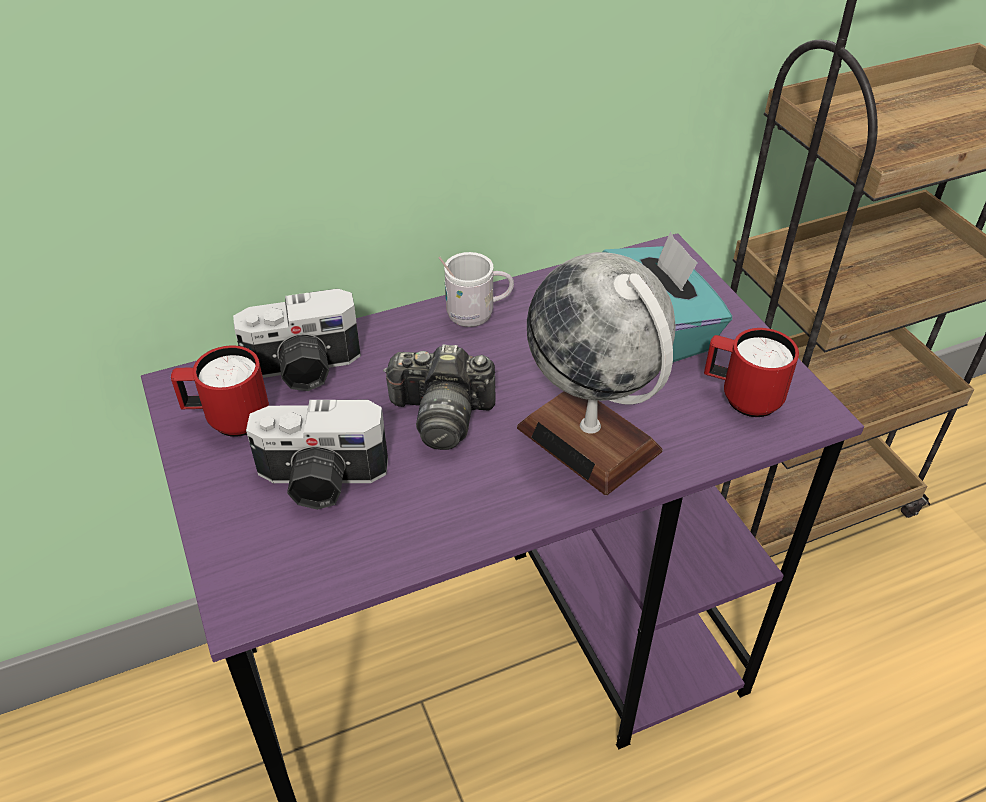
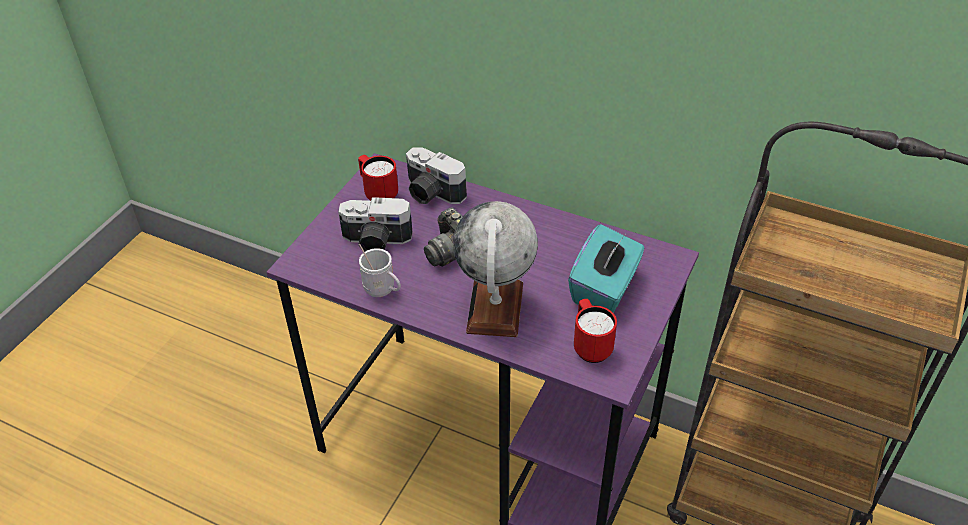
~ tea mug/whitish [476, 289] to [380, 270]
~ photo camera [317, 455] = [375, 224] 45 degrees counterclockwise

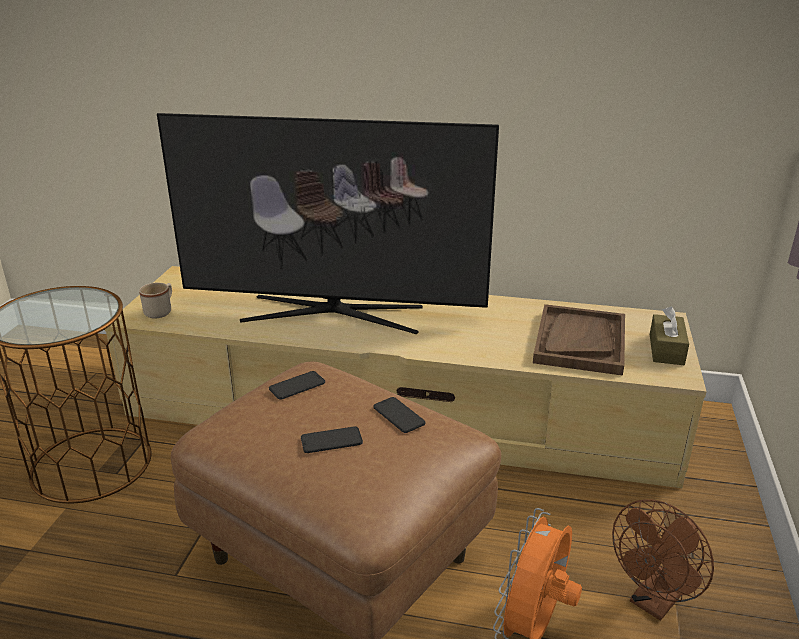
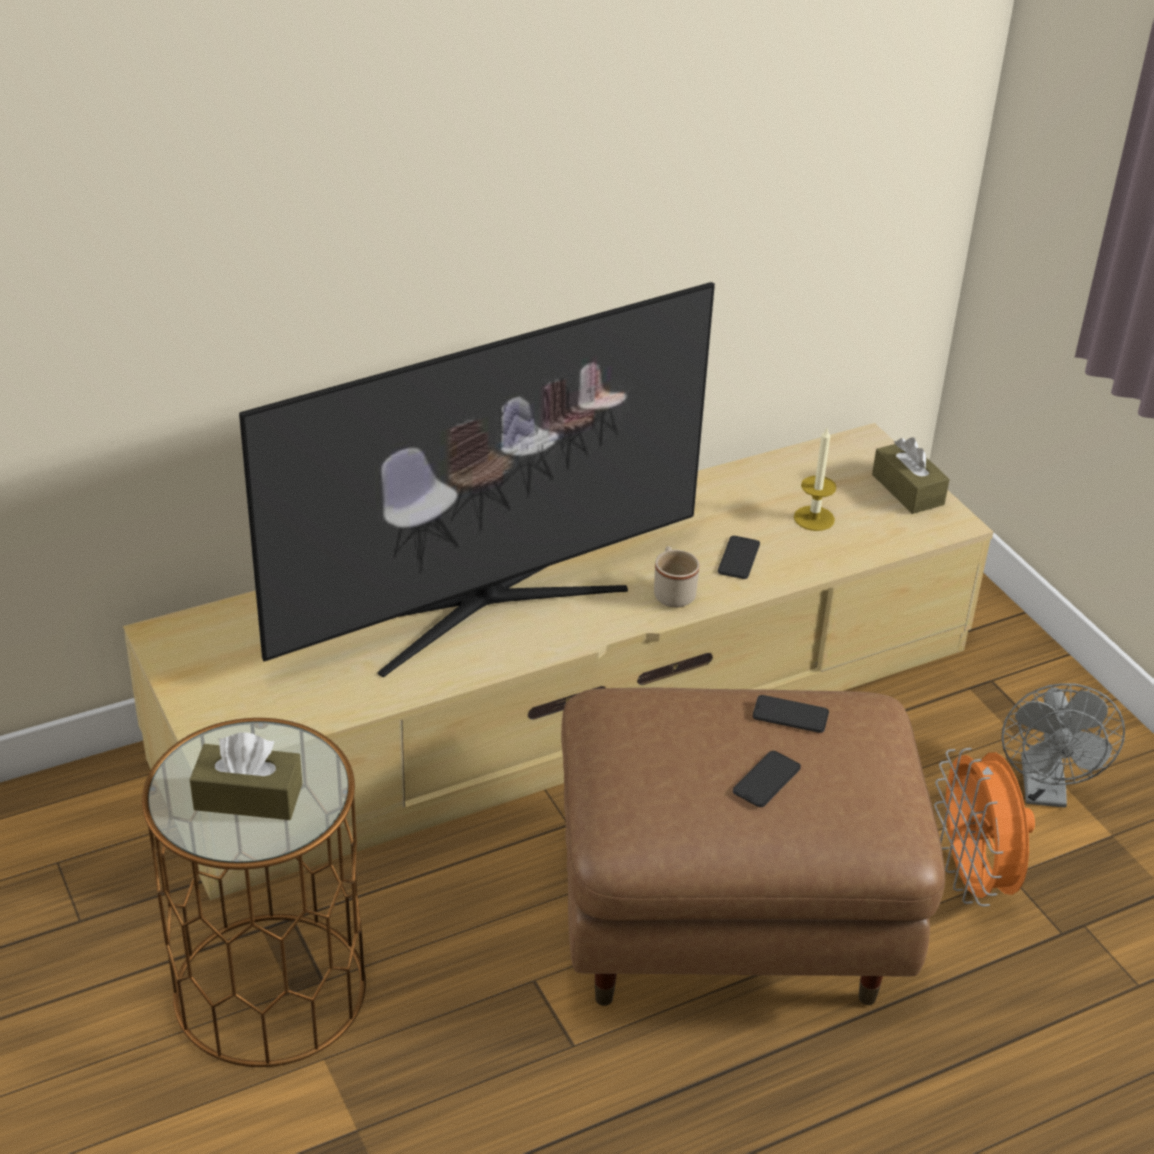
~ tea mug/sand-coloured [155, 300] to [676, 577]
~ carrying tray/brown [579, 340] to wax light [815, 479]
~ phone [297, 385] to [739, 557]
~ cooling fan/brown [663, 560] to cooling fan/gray [1063, 745]
+ tissue box/brown [246, 776]

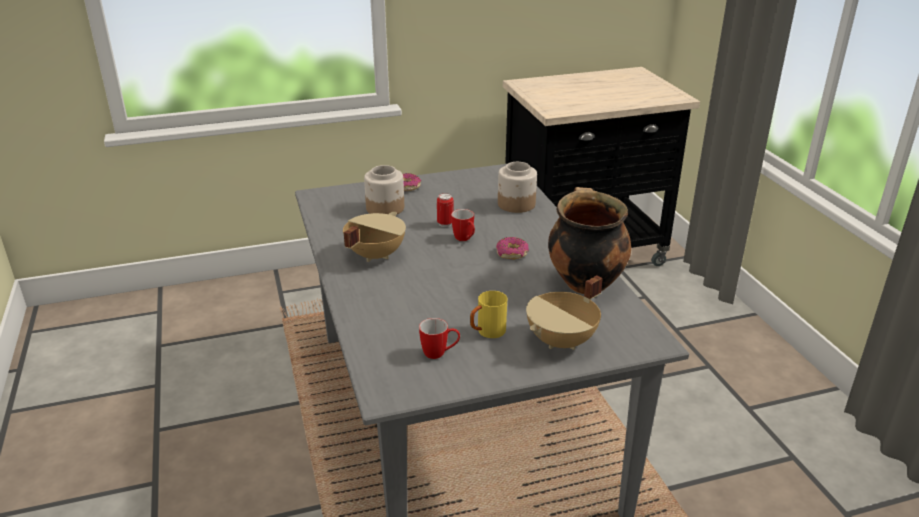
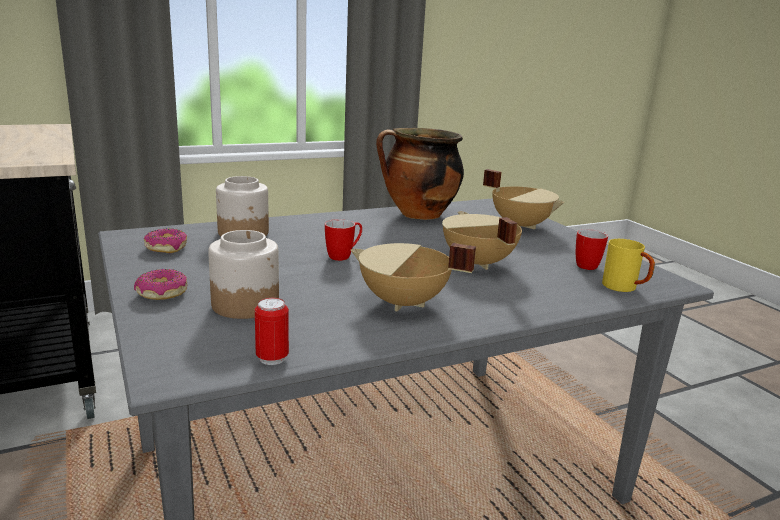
~ sealed can [445, 210] to [272, 331]
~ ring doughnut [512, 248] to [165, 240]
~ tea mug/yellowish [488, 314] to [628, 265]
+ stockpot/sand-coloured [482, 240]

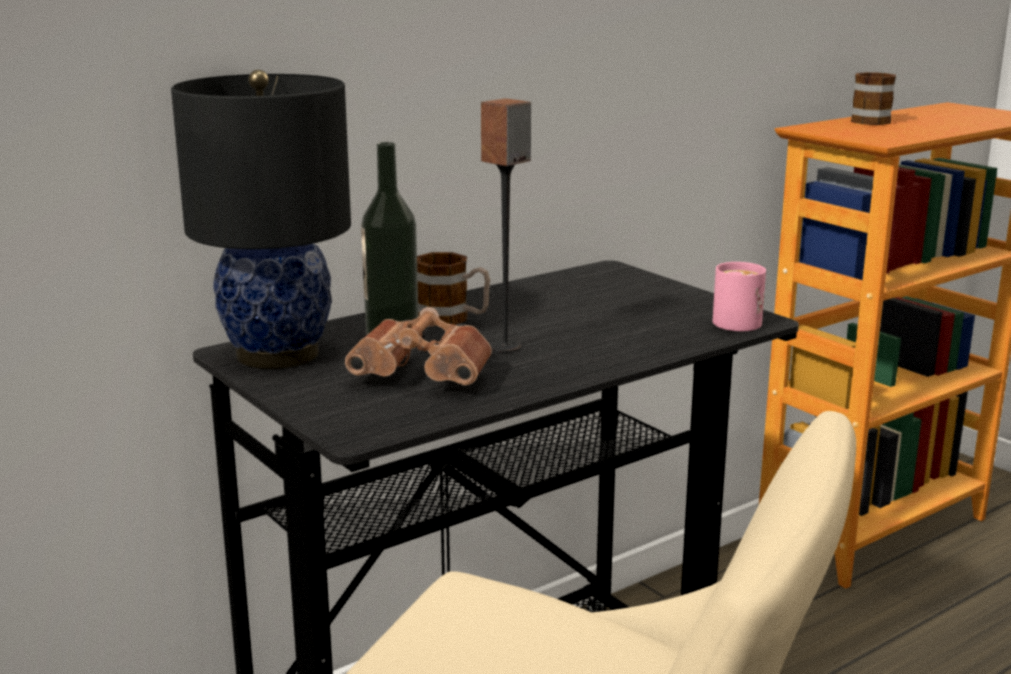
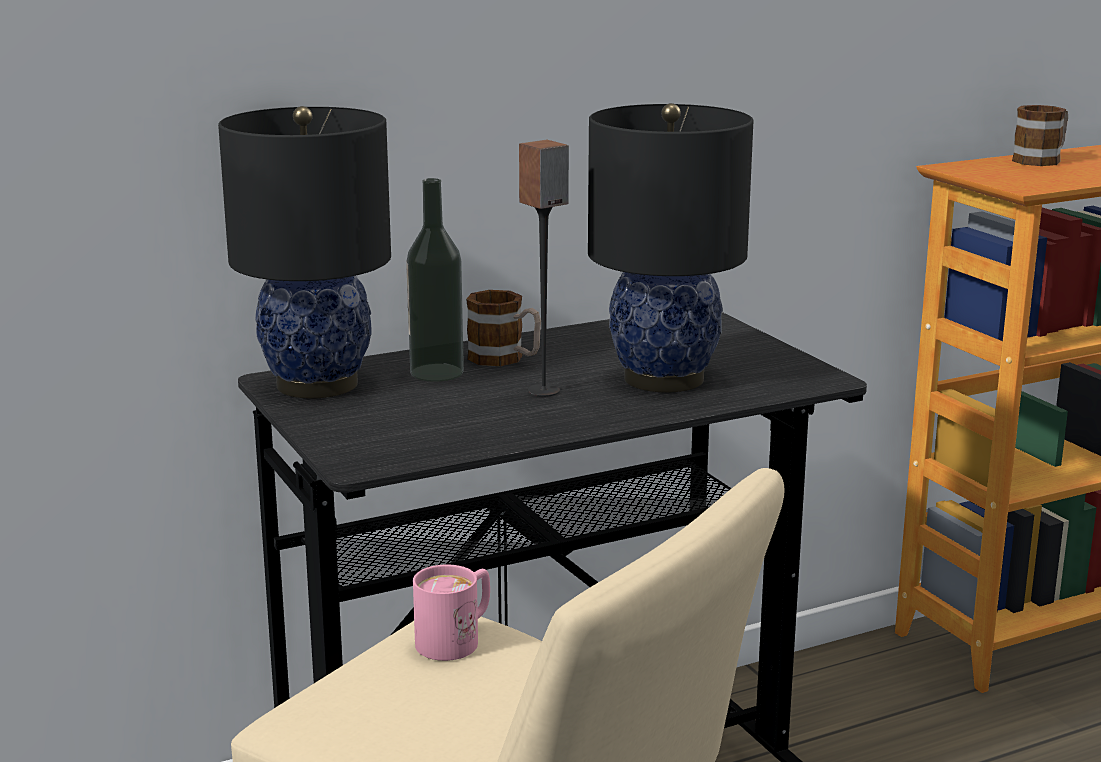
~ tea mug/pinkish [739, 296] to [451, 613]
- pair of binoculars/brown [418, 346]
+ lamp for a table/black-coloured [670, 248]

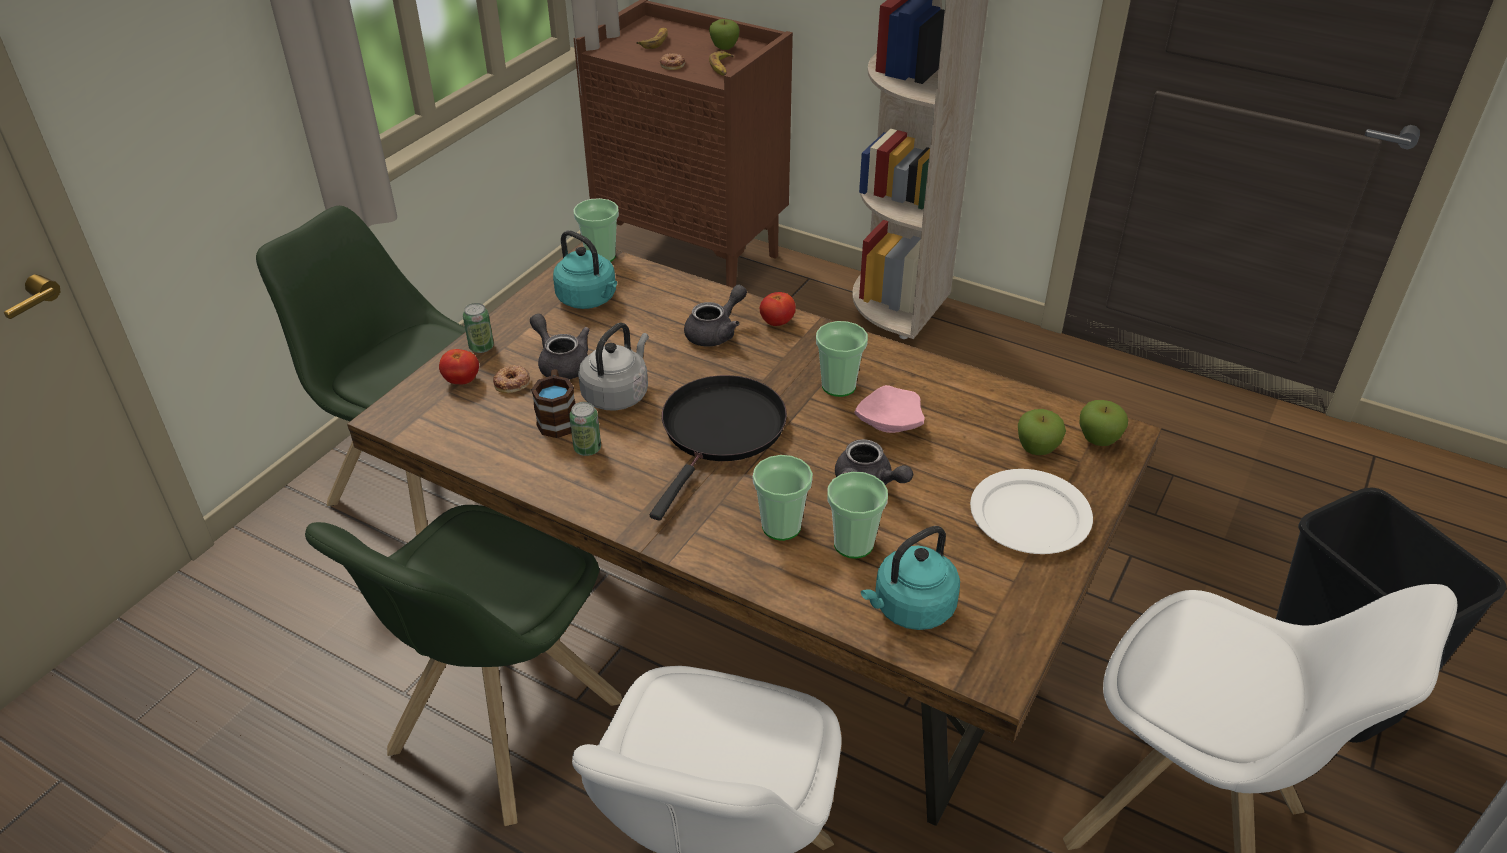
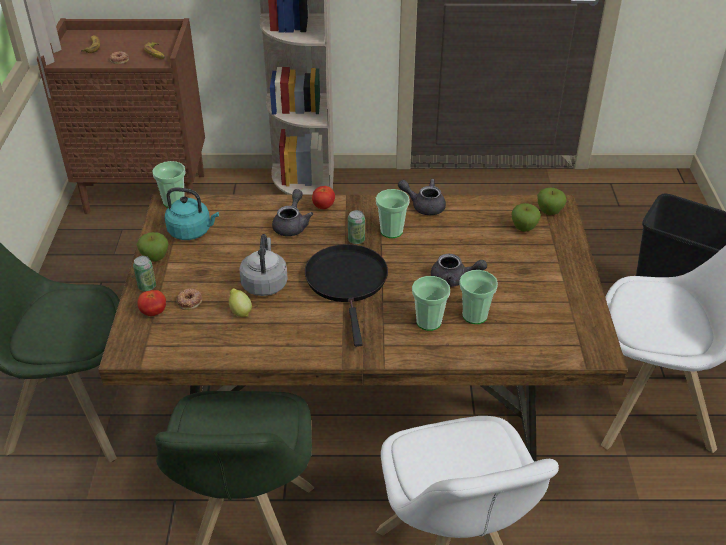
~ whole apple [724, 34] to [152, 247]
~ pot for tea/gray [560, 346] to [422, 197]
~ tea mug/brown [553, 403] to citrus fruit [240, 302]
- plate/pinkish [889, 409]
~ sealed can [585, 429] to [356, 227]
- plate/whitish [1031, 511]
- water kettle/blue-green [910, 578]

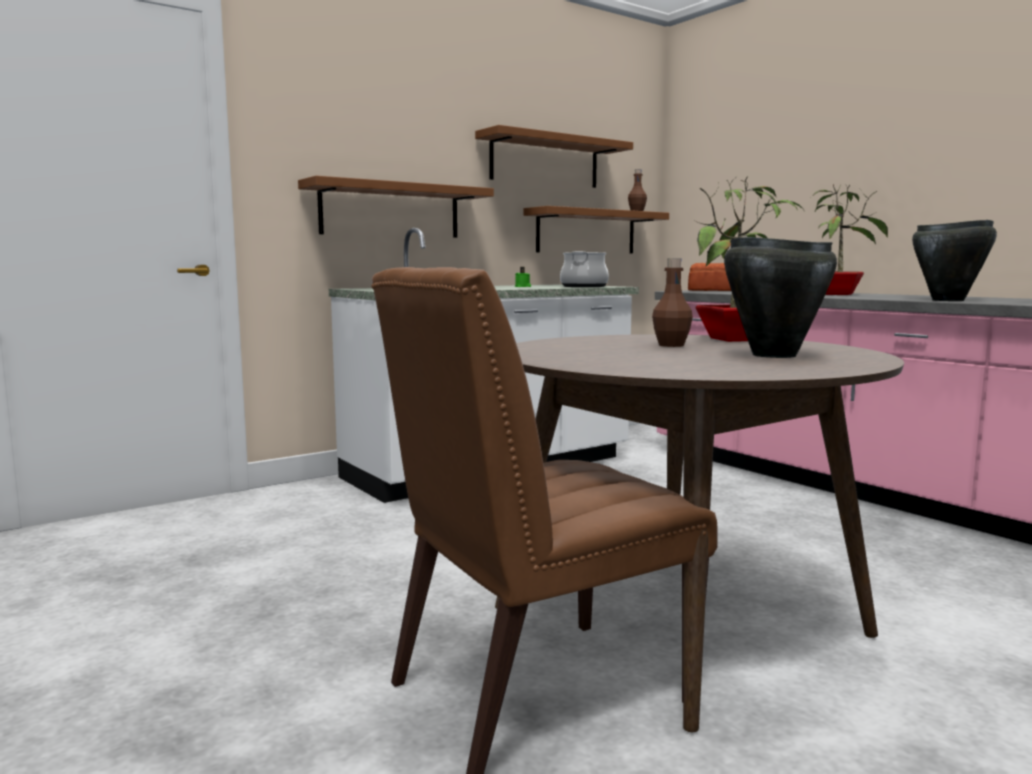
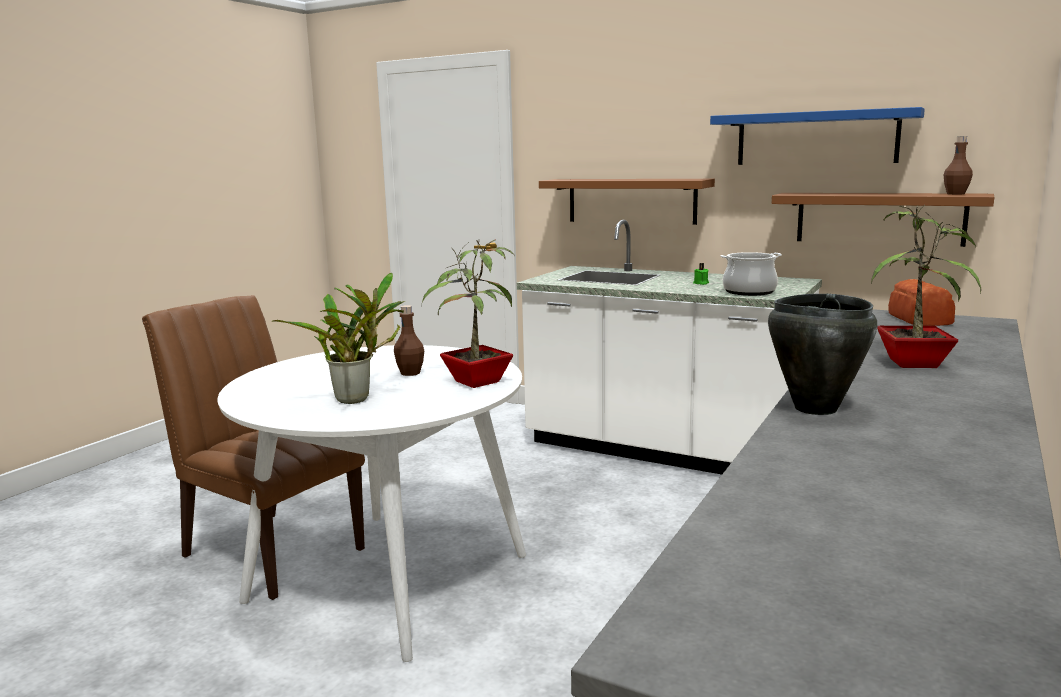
~ wall shelf/brown [554, 156] to wall shelf/blue [817, 136]
~ stockpot/black-coloured [780, 297] to houseplant [338, 338]
~ dining table/brown [699, 533] to dining table/whitish [371, 503]

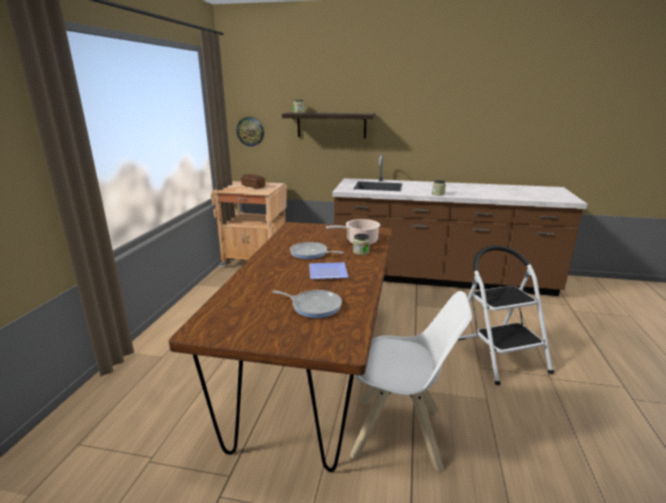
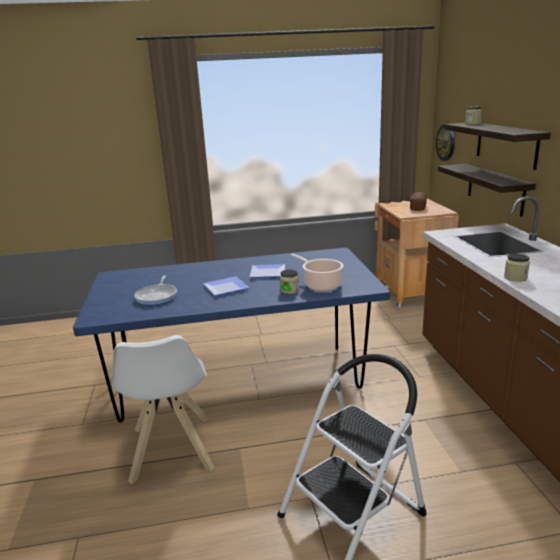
~ dining table/brown [281, 347] to dining table/blue [231, 335]
~ pan [317, 250] to plate [267, 271]
+ wall shelf [487, 190]

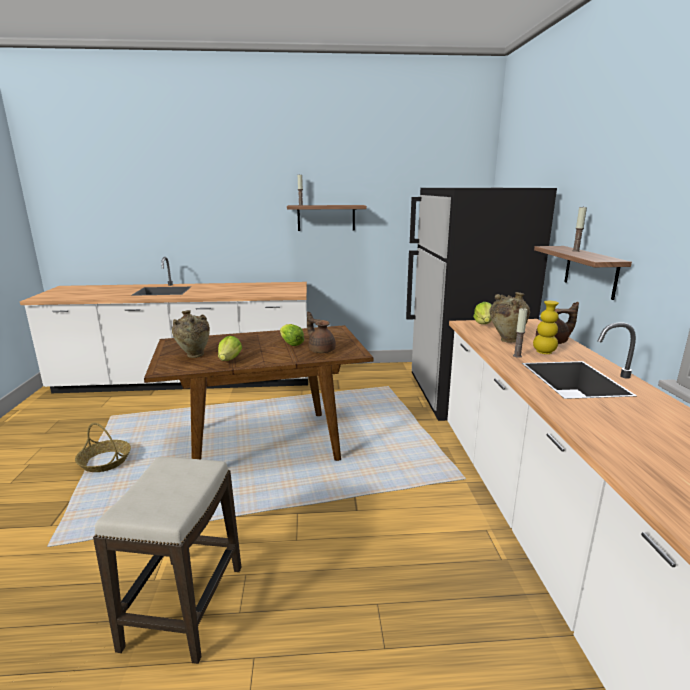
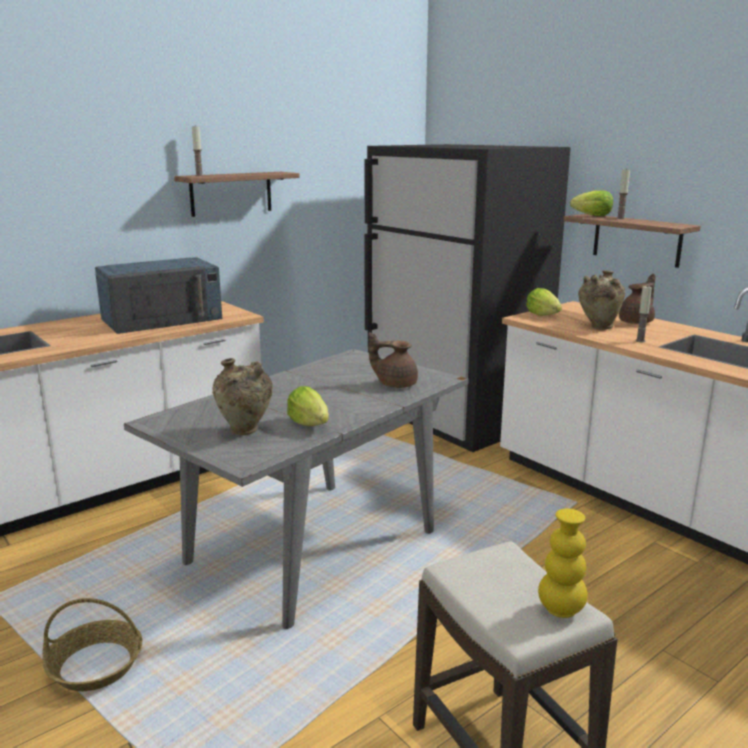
~ flower vase/yellowish [546, 327] to [563, 563]
~ lettuce [292, 335] to [591, 203]
~ dining table/brown [259, 393] to dining table/gray [296, 489]
+ microwave oven/blue [158, 295]

